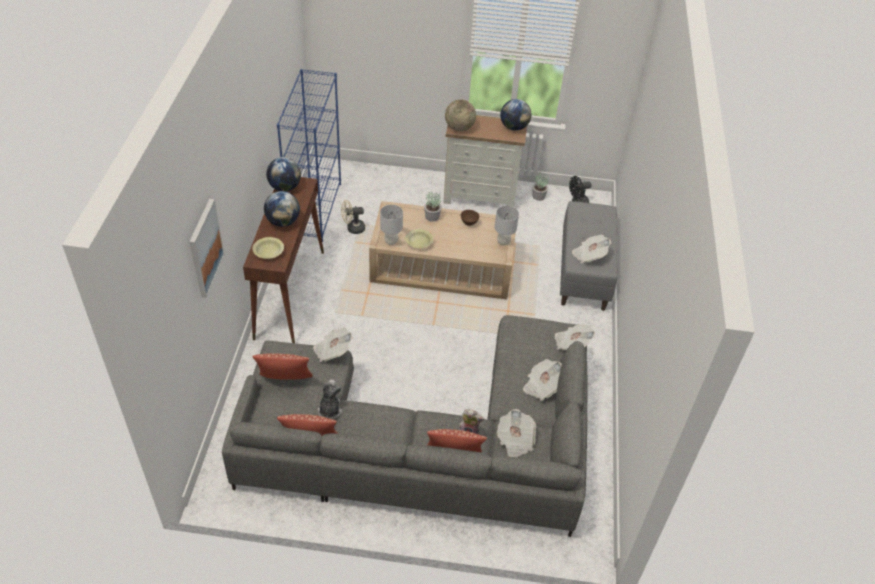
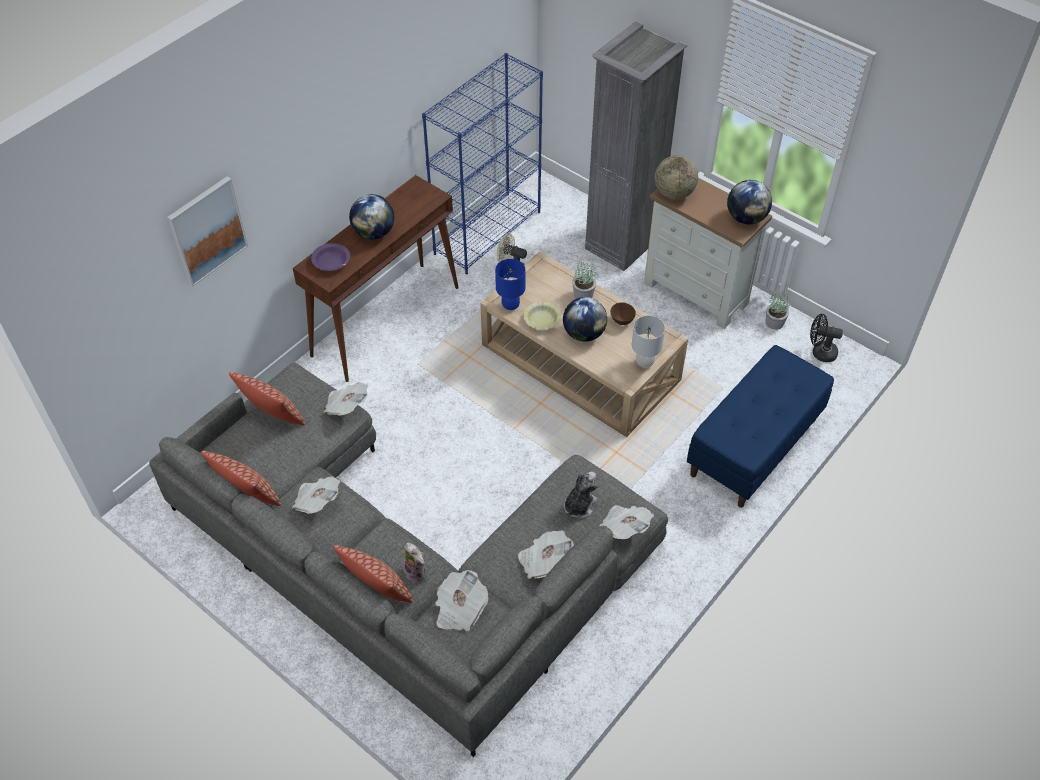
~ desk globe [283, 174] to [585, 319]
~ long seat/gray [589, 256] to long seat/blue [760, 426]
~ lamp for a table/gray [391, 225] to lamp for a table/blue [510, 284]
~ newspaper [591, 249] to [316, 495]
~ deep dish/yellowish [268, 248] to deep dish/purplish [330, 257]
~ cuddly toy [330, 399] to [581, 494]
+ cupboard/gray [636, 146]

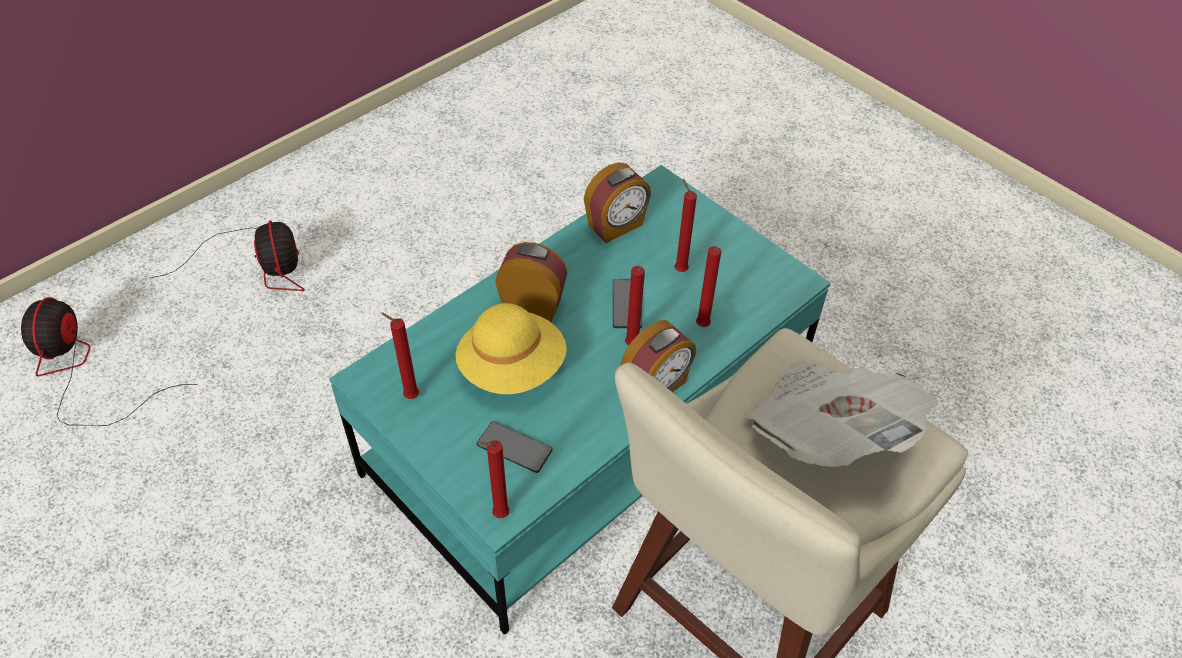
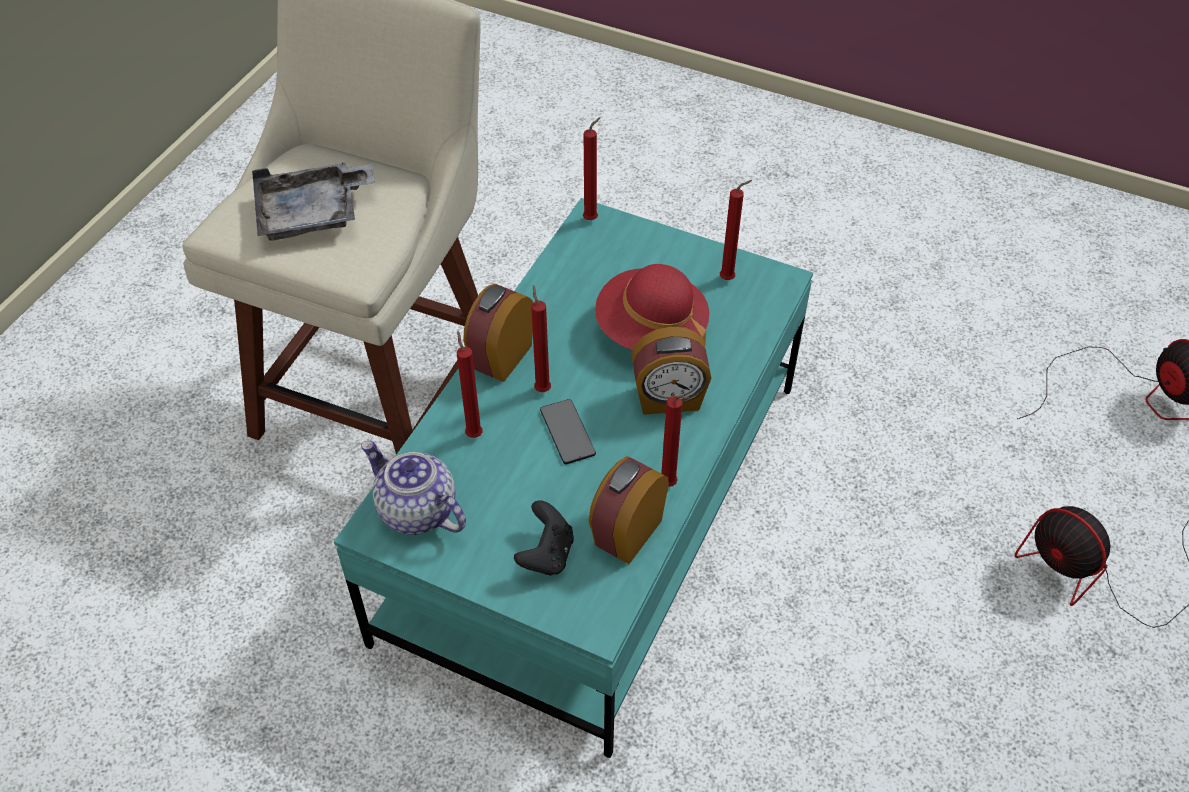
~ wax light/red-coloured [685, 225] to [675, 441]
~ hat/yellowish [511, 348] to hat/red-coloured [652, 307]
~ newspaper [840, 414] to carrying tray/gray [313, 201]
- phone [514, 447]
+ pot for tea [413, 488]
+ gamepad/black-coloured [544, 538]

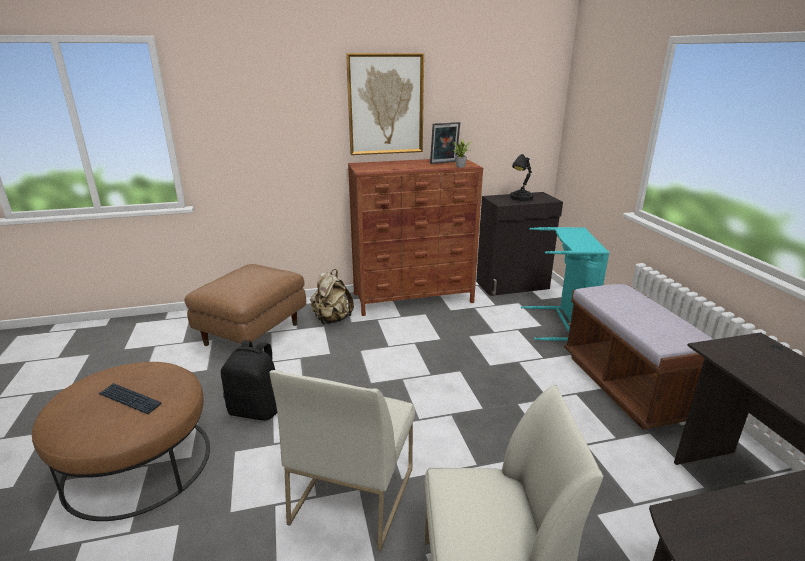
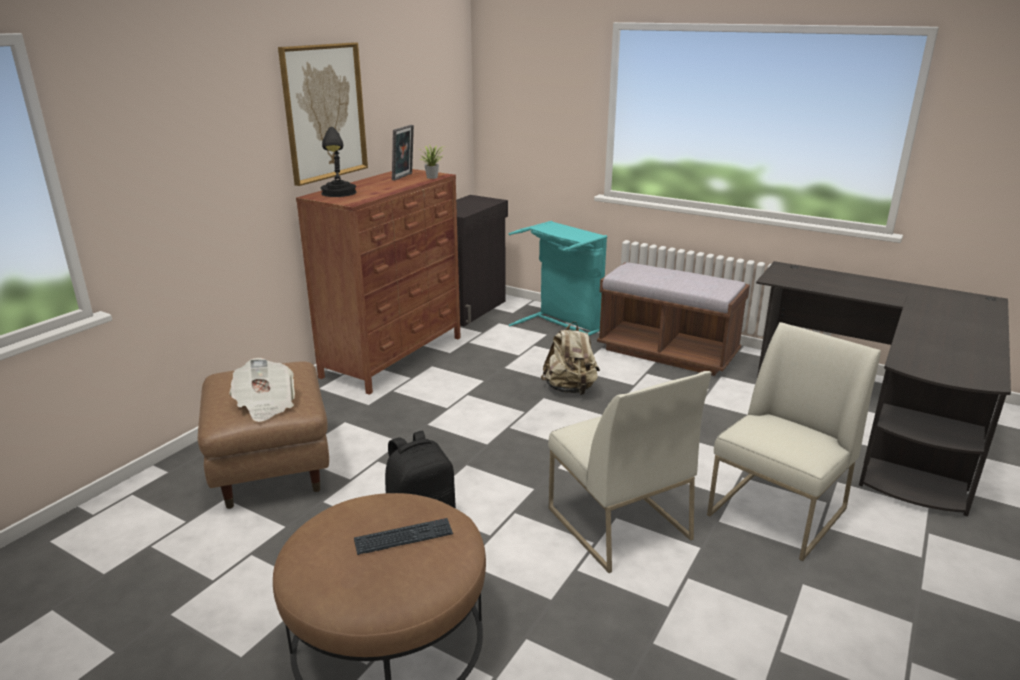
~ lamp for a table/black-coloured [522, 178] to [338, 162]
~ rucksack/sand-coloured [332, 297] to [570, 358]
+ newspaper [262, 390]

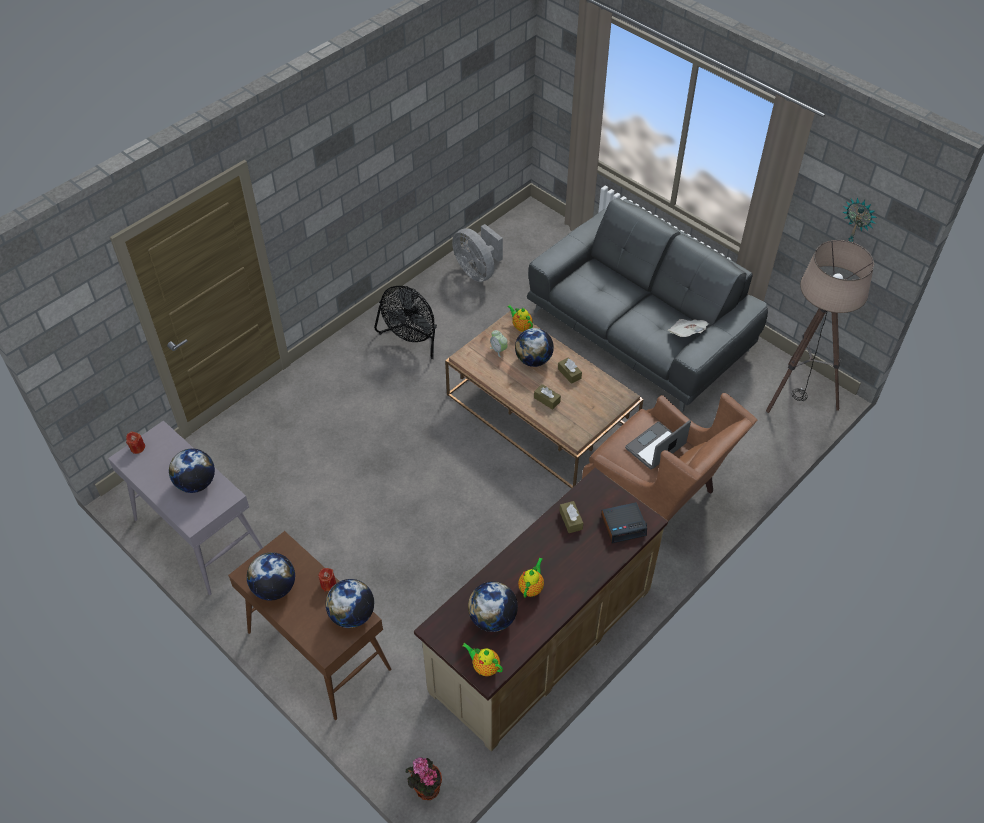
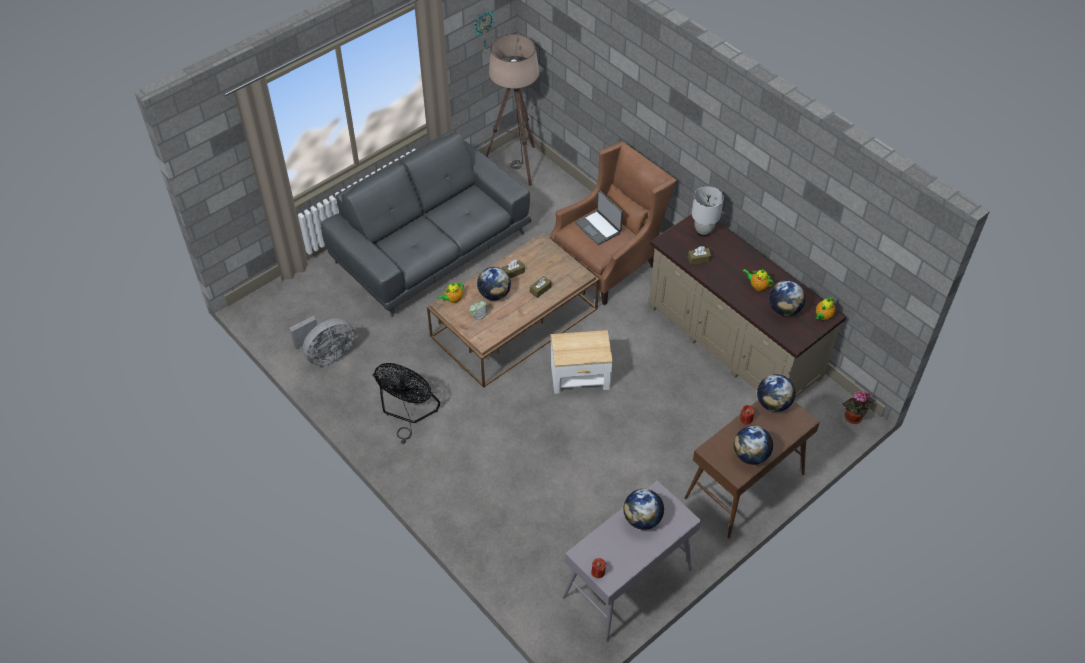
~ cooling fan/black-coloured [405, 322] = [406, 403] 105 degrees counterclockwise
- newspaper [688, 328]
~ table clock [624, 522] to lamp for a table/whitish [708, 211]
+ accent table [582, 362]

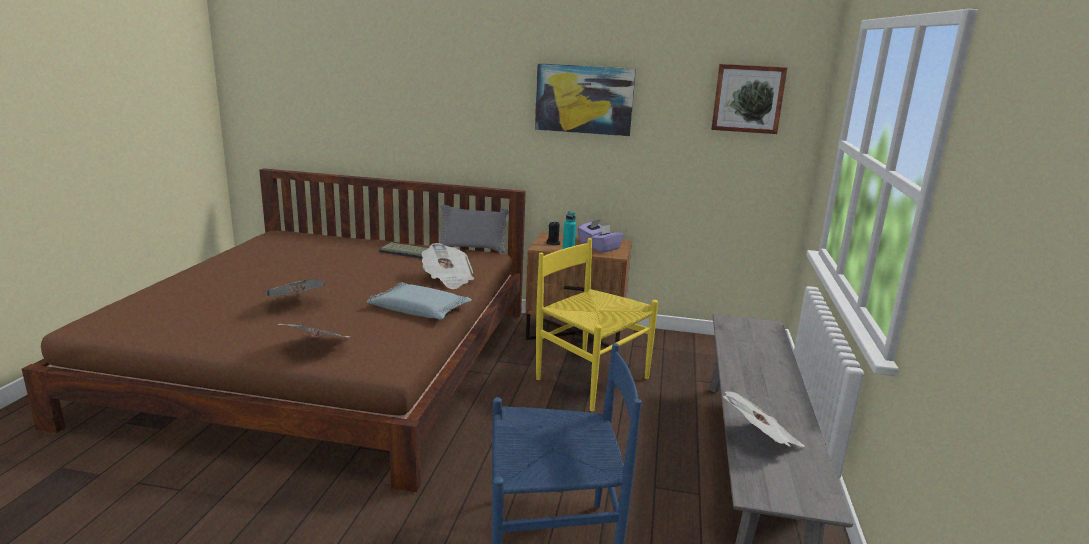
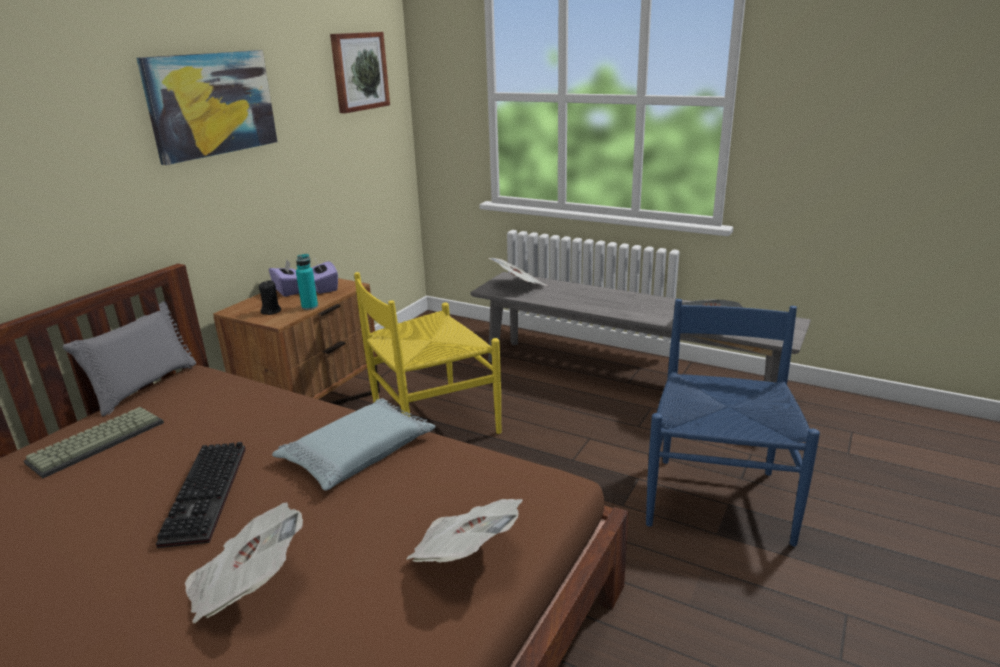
~ newspaper [447, 266] to [518, 272]
+ computer keyboard [201, 495]

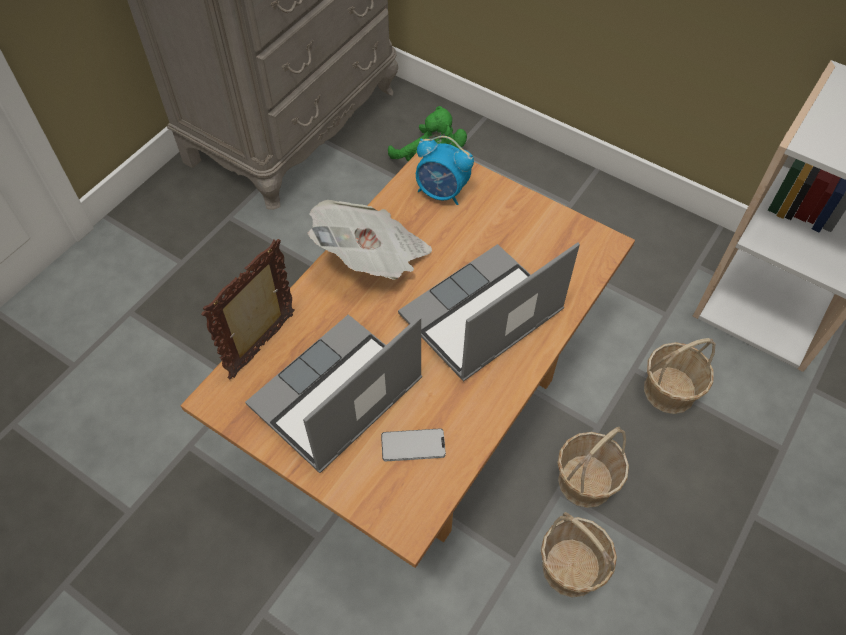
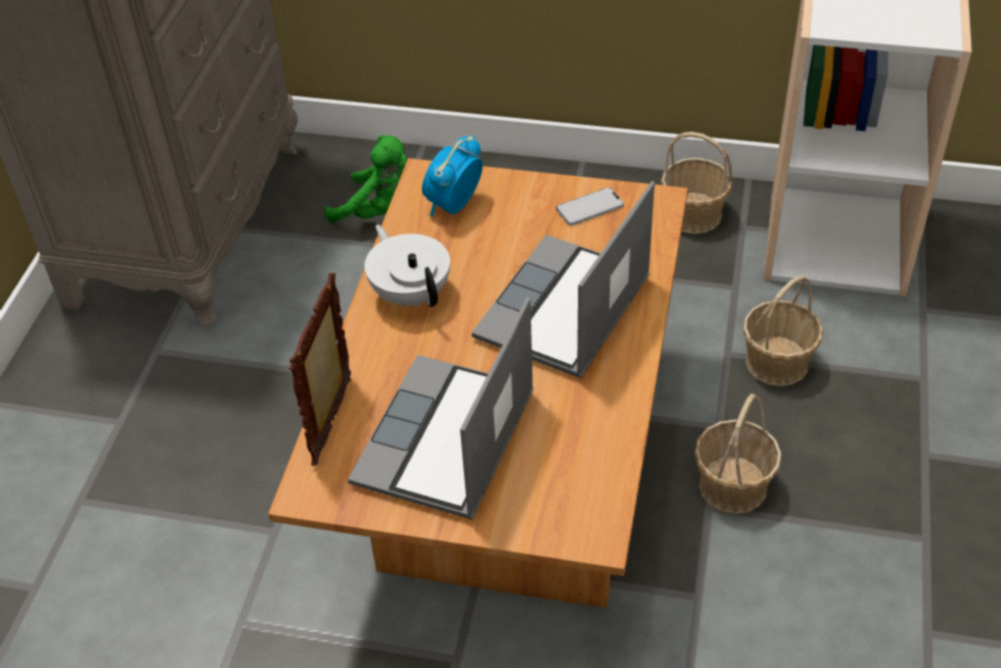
~ table clock [445, 170] = [452, 176] 120 degrees clockwise
~ newspaper [369, 240] to pot for tea/whitish [407, 265]
~ phone [413, 444] to [590, 206]
~ household basket [579, 554] to [697, 183]

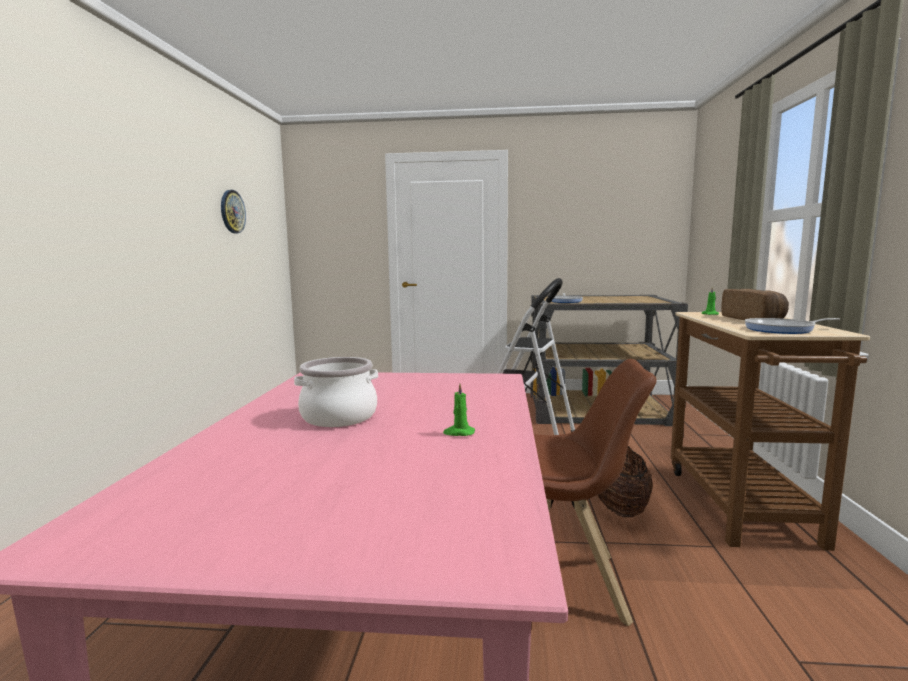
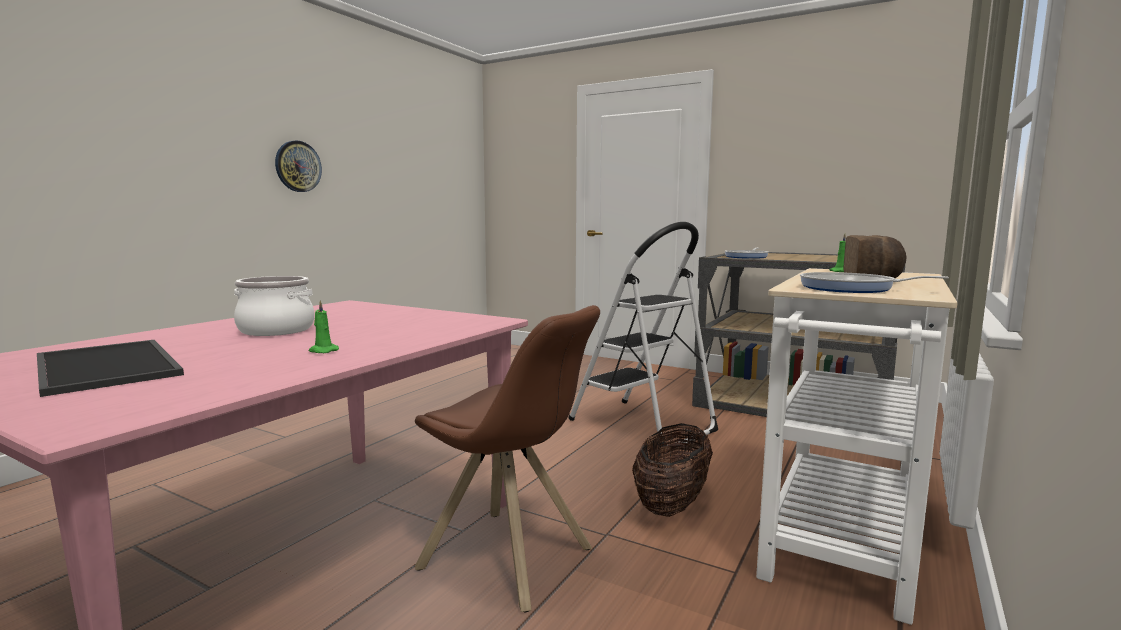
~ clock on the wall [233, 211] to [298, 166]
~ cart/brown [770, 431] to cart/whitish [856, 446]
+ carrying tray [110, 368]

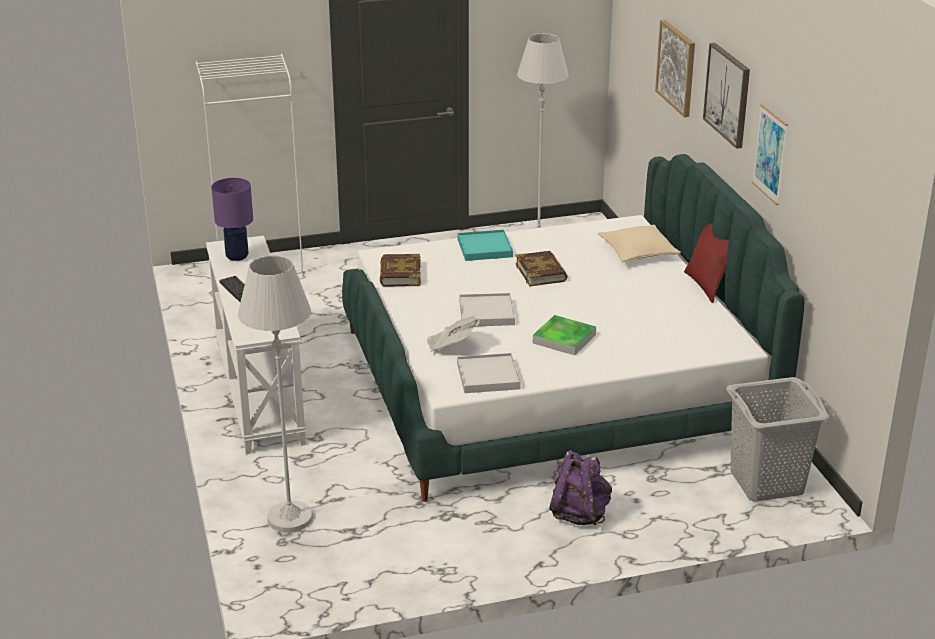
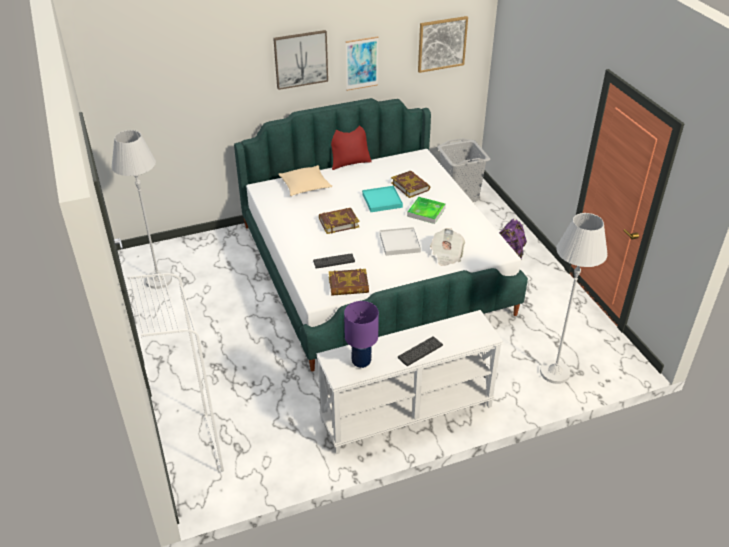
~ picture [675, 68] to [443, 44]
~ carrying tray/blue-green [485, 245] to [382, 199]
- carrying tray/whitish [489, 373]
+ volume [410, 184]
+ computer keyboard [334, 261]

